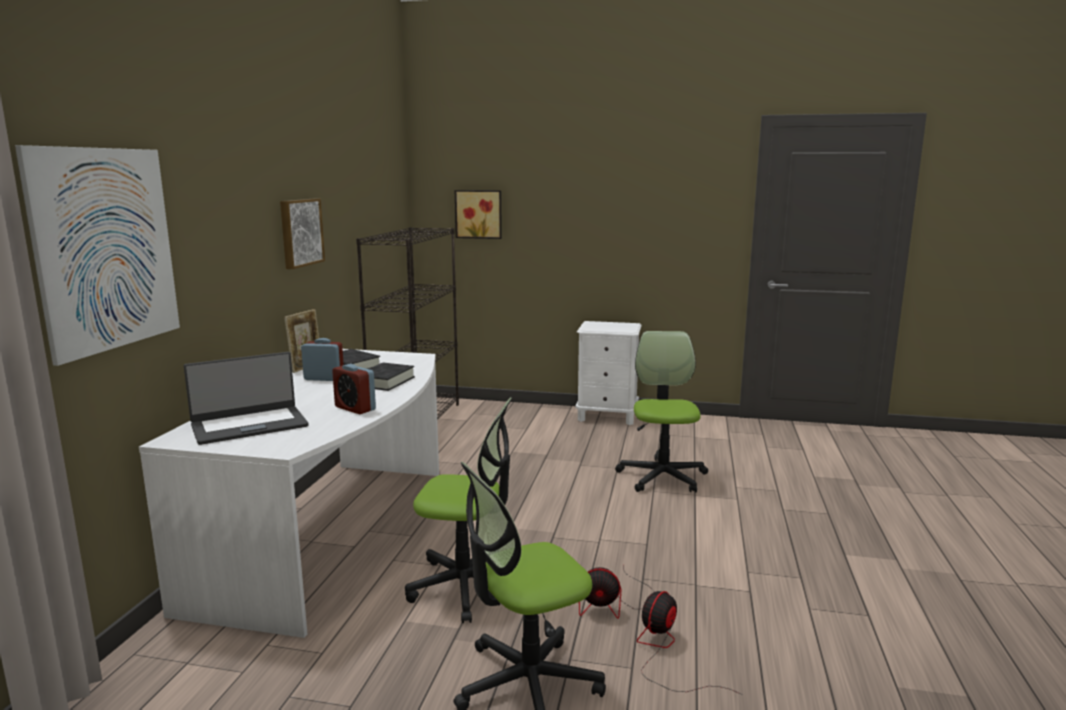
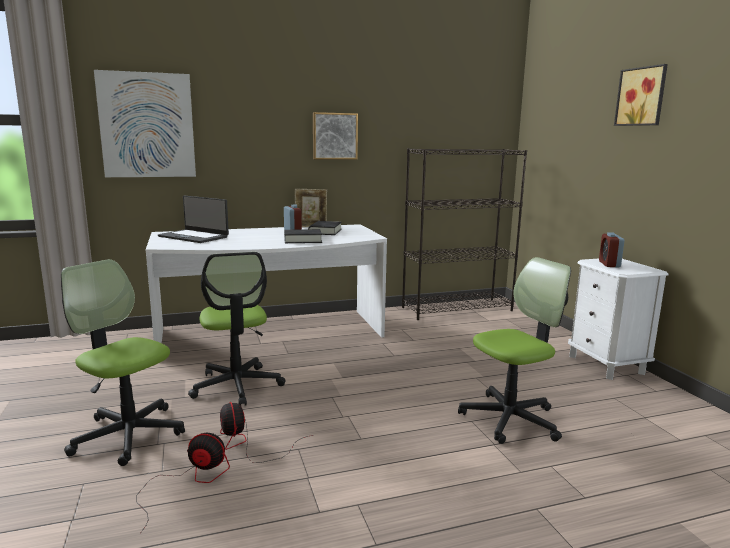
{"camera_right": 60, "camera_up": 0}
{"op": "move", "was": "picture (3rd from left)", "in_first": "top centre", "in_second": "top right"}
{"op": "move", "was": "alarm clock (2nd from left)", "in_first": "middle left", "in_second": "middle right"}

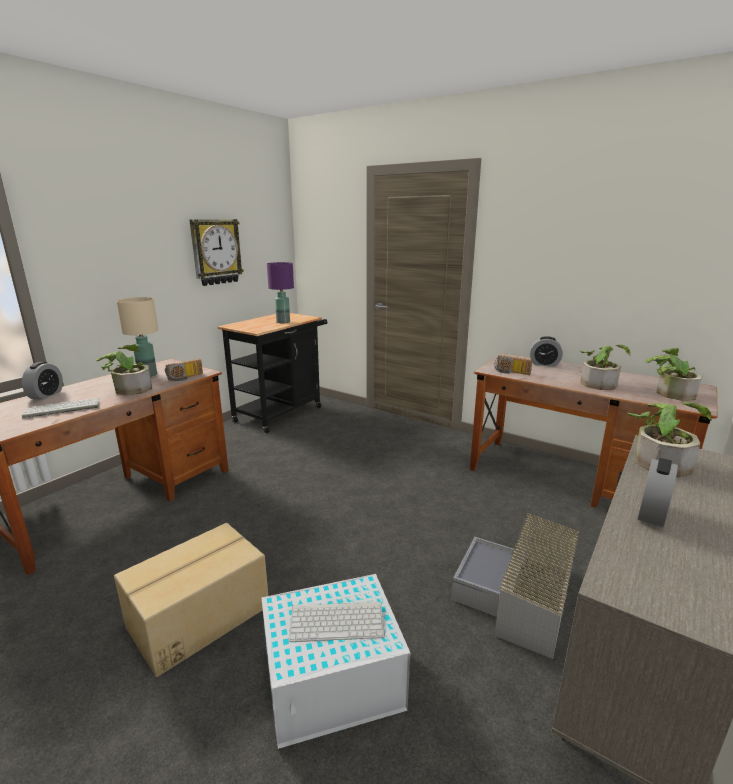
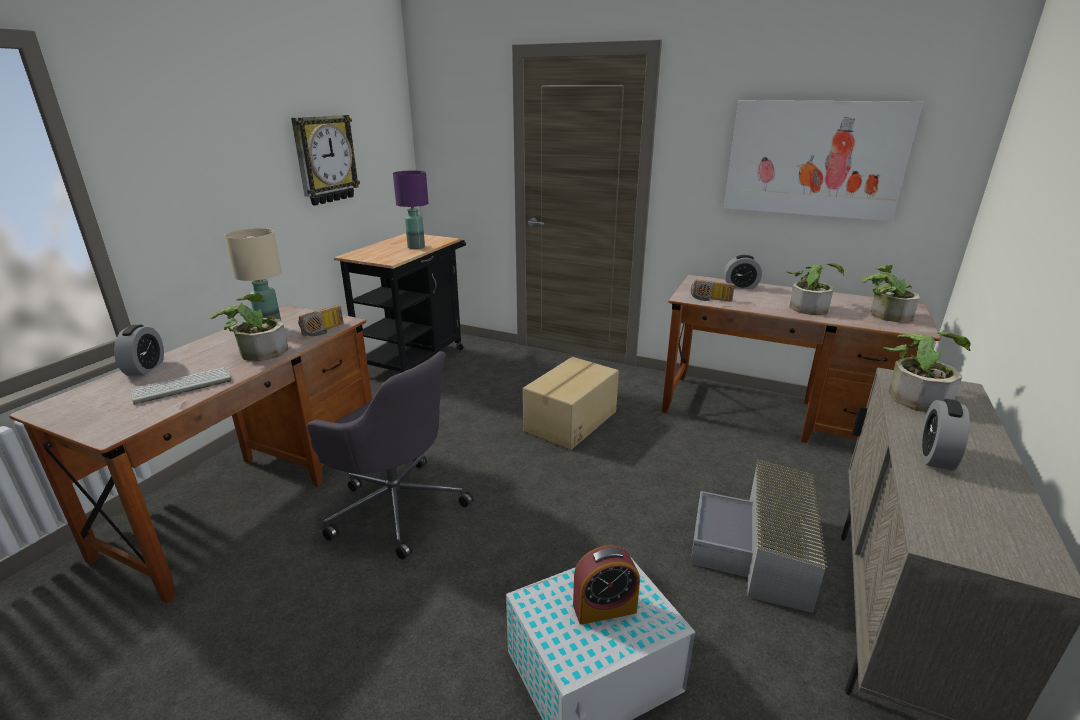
{"camera_right": -10, "camera_up": 5}
{"op": "move", "was": "cardboard box", "in_first": "bottom left", "in_second": "centre"}
{"op": "replace", "was": "keyboard (2nd from left)", "now": "alarm clock (2nd from left)", "in_first": "bottom centre", "in_second": "bottom centre"}
{"op": "insert", "now": "picture", "in_second": "top right"}
{"op": "insert", "now": "office chair (grey)", "in_second": "centre"}

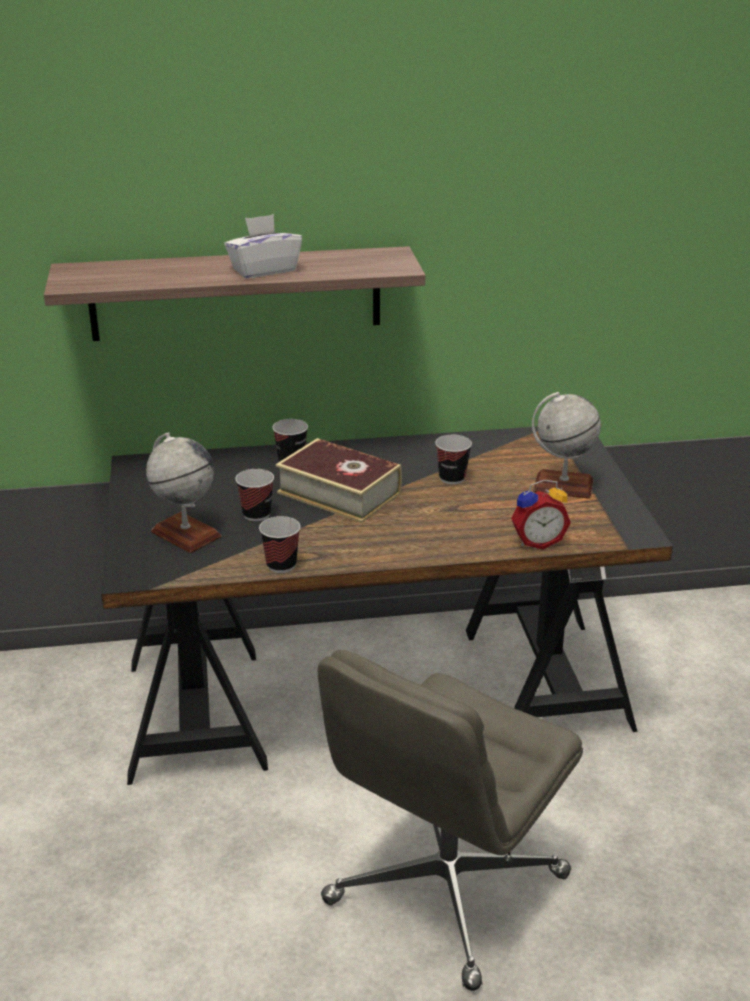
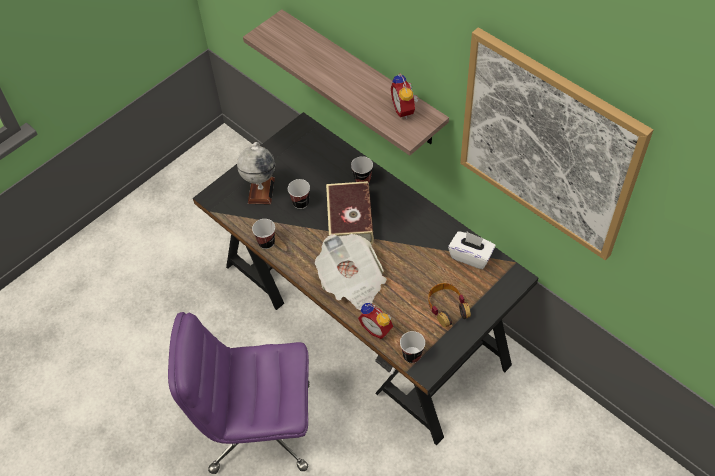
{"camera_right": 55, "camera_up": 25}
{"op": "move", "was": "tissue box (white)", "in_first": "top centre", "in_second": "centre"}
{"op": "replace", "was": "globe (2nd from left)", "now": "headphones", "in_first": "middle right", "in_second": "centre"}
{"op": "move", "was": "cup (4th from left)", "in_first": "centre", "in_second": "bottom centre"}
{"op": "recolor", "was": "office chair (grey)", "now": "office chair (purple)", "in_first": "bottom centre", "in_second": "bottom centre"}
{"op": "insert", "now": "picture", "in_second": "top right"}
{"op": "insert", "now": "alarm clock (2nd from left)", "in_second": "top centre"}
{"op": "insert", "now": "newspaper", "in_second": "centre"}

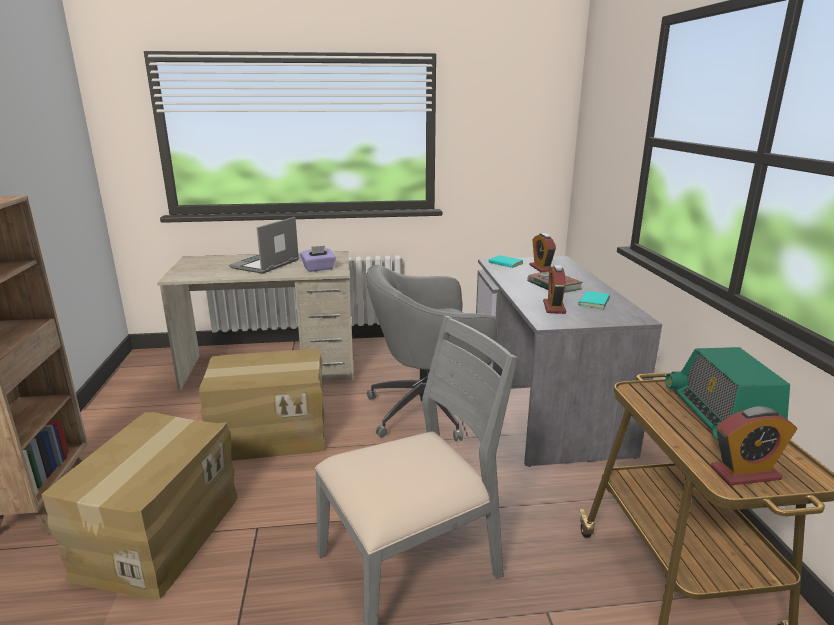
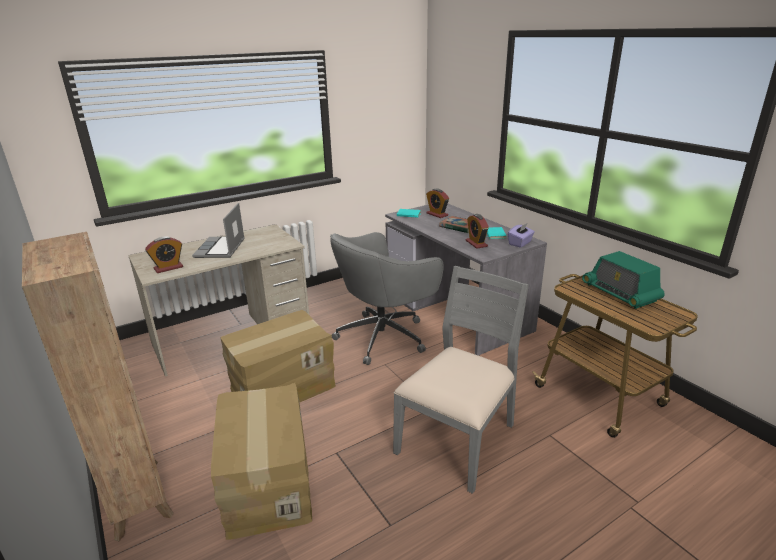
{"camera_right": -25, "camera_up": 5}
{"op": "move", "was": "tissue box (purple)", "in_first": "centre", "in_second": "middle right"}
{"op": "move", "was": "alarm clock (3rd from left in the first image)", "now": "alarm clock (1st from left)", "in_first": "bottom right", "in_second": "middle left"}

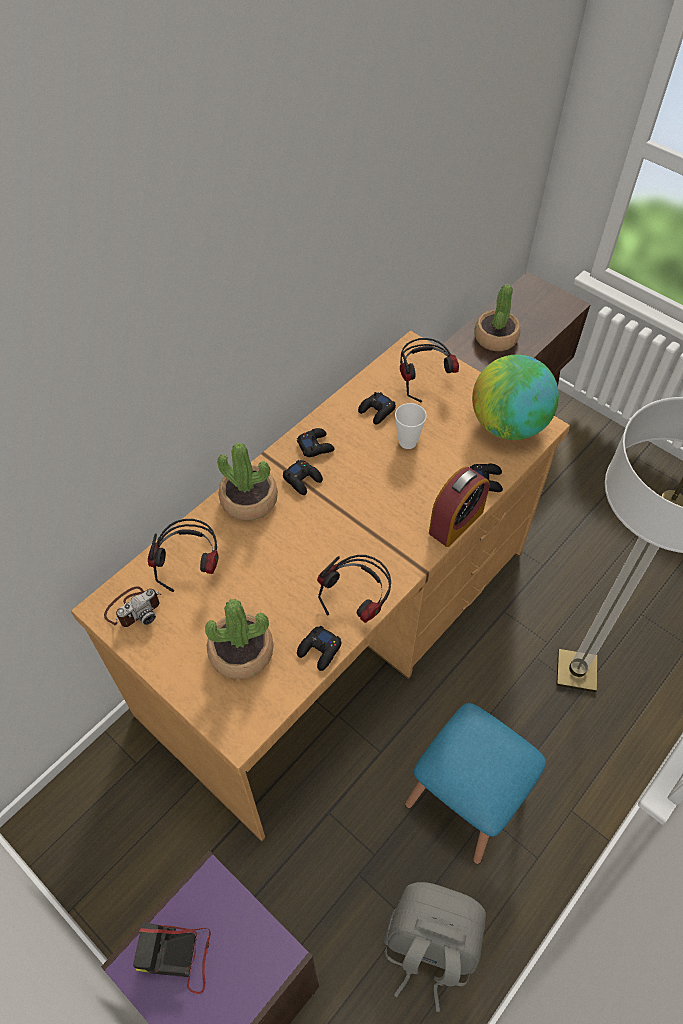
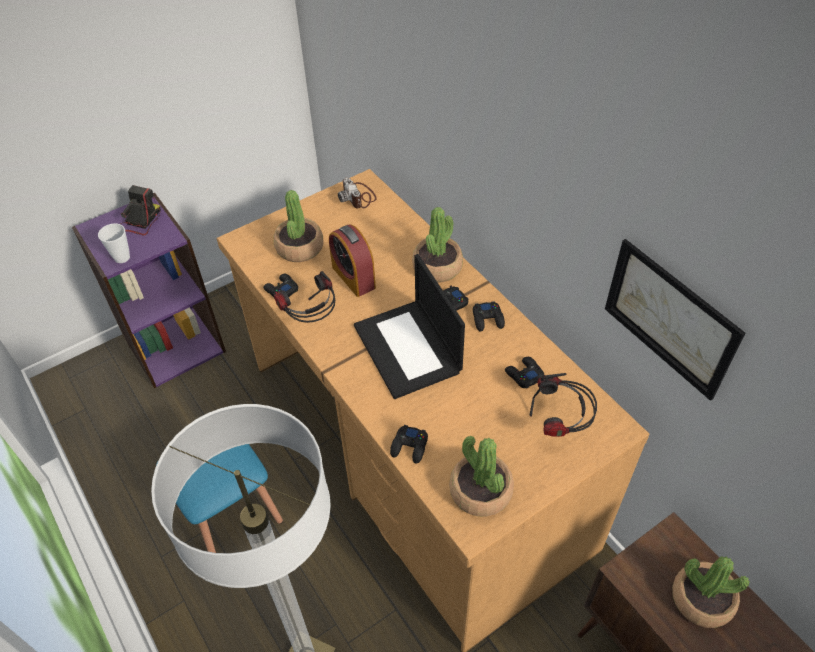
{"camera_right": 105, "camera_up": -5}
{"op": "replace", "was": "globe", "now": "potted plant (3rd from left)", "in_first": "middle right", "in_second": "bottom centre"}
{"op": "move", "was": "cup", "in_first": "centre", "in_second": "middle left"}
{"op": "move", "was": "alarm clock", "in_first": "middle right", "in_second": "centre"}
{"op": "delete", "was": "headphones (1st from left)", "in_first": "middle left"}
{"op": "delete", "was": "backpack (grey)", "in_first": "bottom centre"}
{"op": "insert", "now": "picture", "in_second": "middle right"}
{"op": "insert", "now": "laptop", "in_second": "centre"}

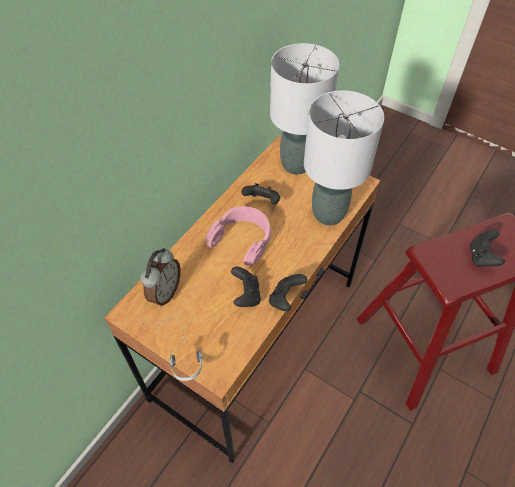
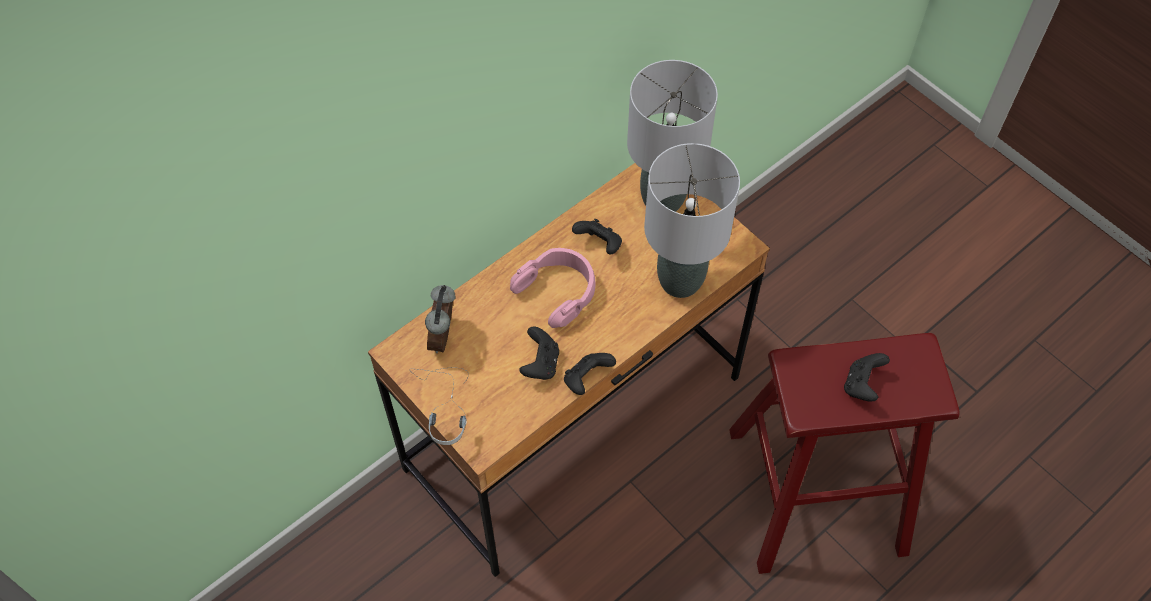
{"camera_right": 15, "camera_up": 5}
{"op": "rotate", "was": "alarm clock", "in_first": "middle left", "in_second": "centre", "clockwise": 150}

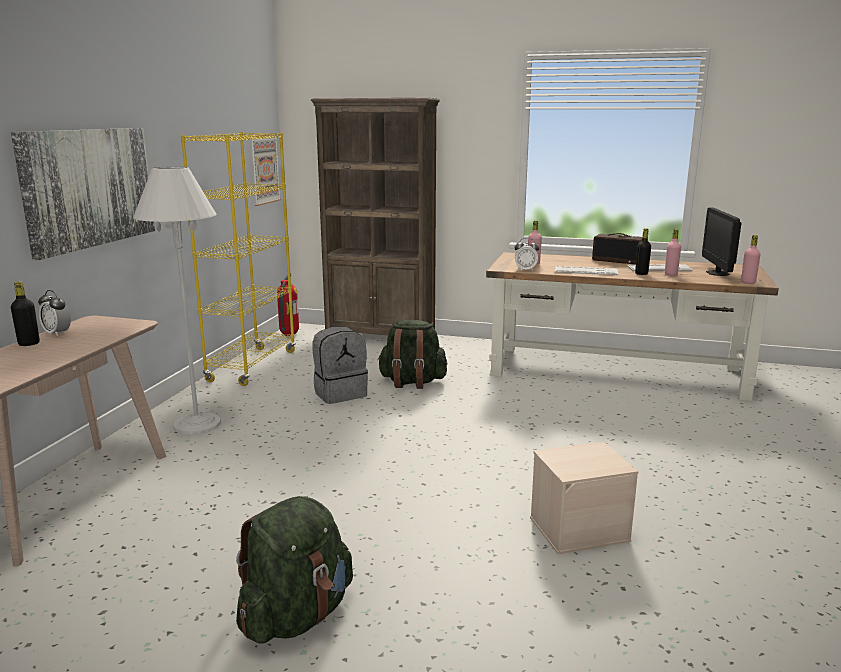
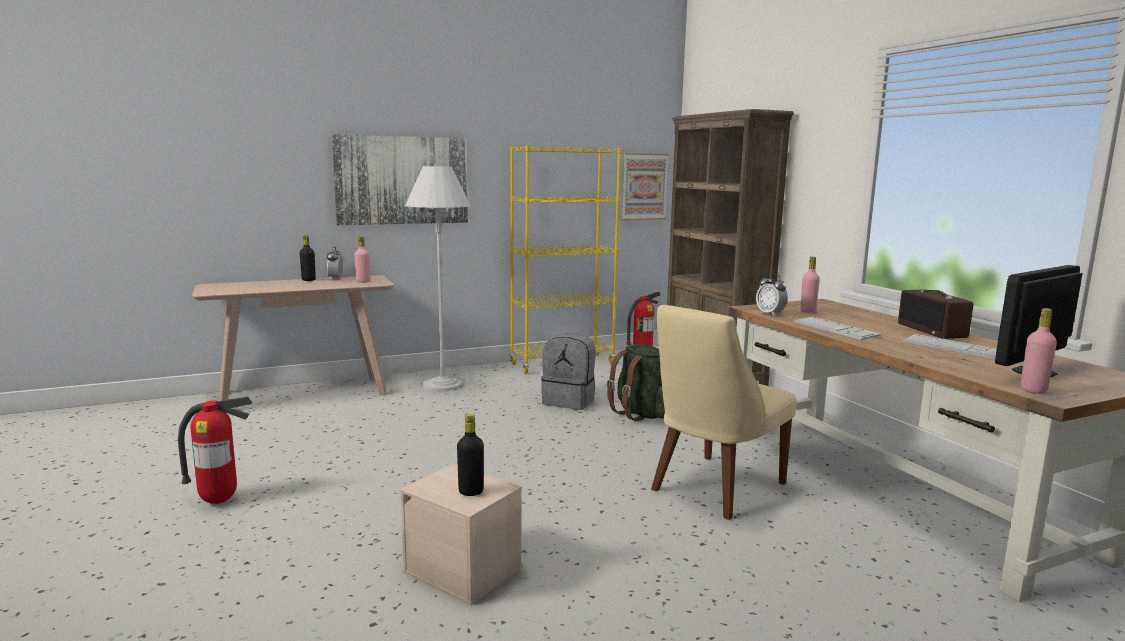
{"camera_right": 50, "camera_up": -5}
{"op": "move", "was": "bottle (black) (2nd from left)", "in_first": "middle right", "in_second": "bottom centre"}
{"op": "move", "was": "bottle (pink) (2nd from left in the first image)", "now": "bottle (pink) (1st from left)", "in_first": "middle right", "in_second": "middle left"}
{"op": "replace", "was": "backpack (green) (1st from left)", "now": "fire extinguisher (1st from left)", "in_first": "bottom centre", "in_second": "bottom left"}
{"op": "insert", "now": "chair (beige)", "in_second": "centre"}

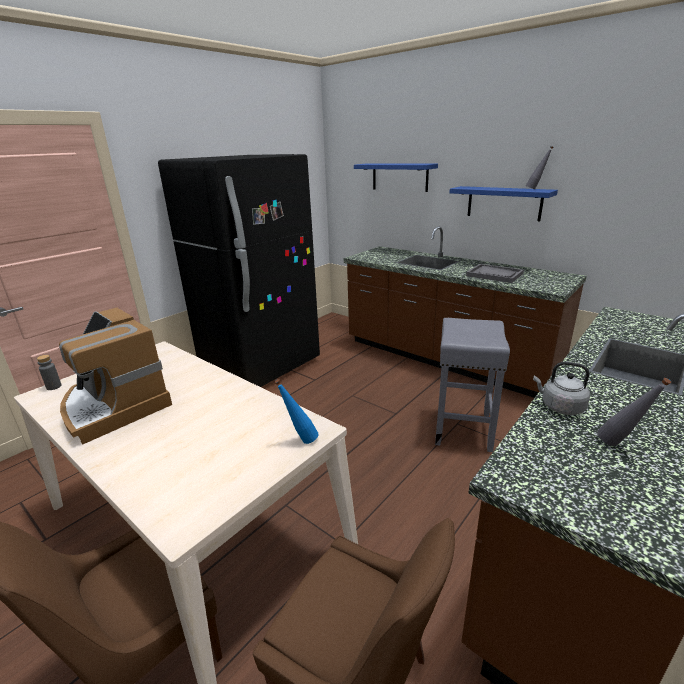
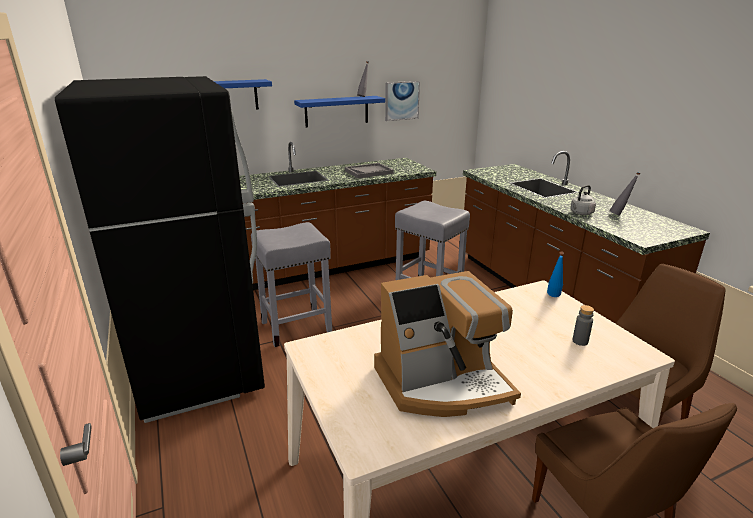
{"camera_right": -65, "camera_up": 0}
{"op": "move", "was": "bottle (grey) (1st from left in the first image)", "now": "bottle (grey) (2nd from left)", "in_first": "middle left", "in_second": "middle right"}
{"op": "insert", "now": "picture", "in_second": "top centre"}
{"op": "insert", "now": "stool (grey) (1st from left)", "in_second": "centre"}

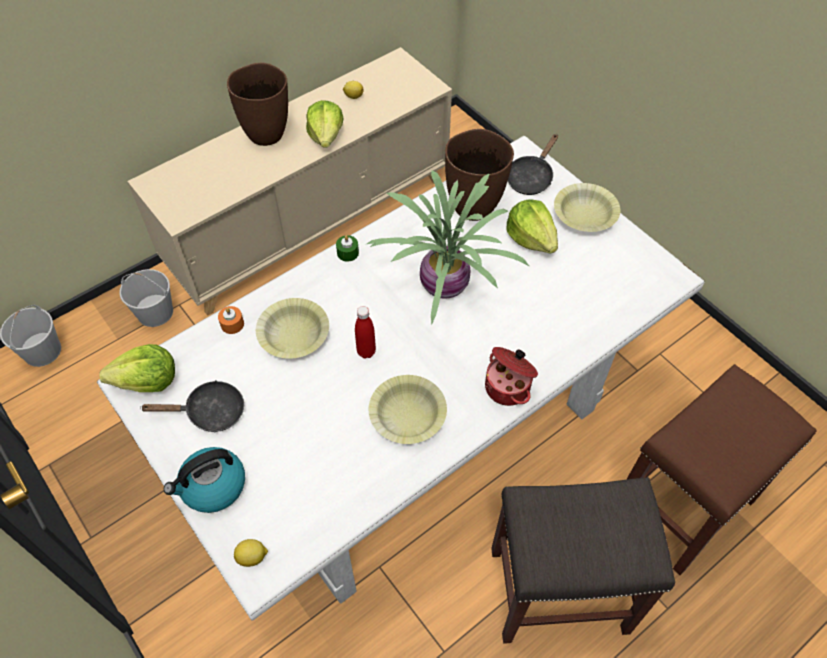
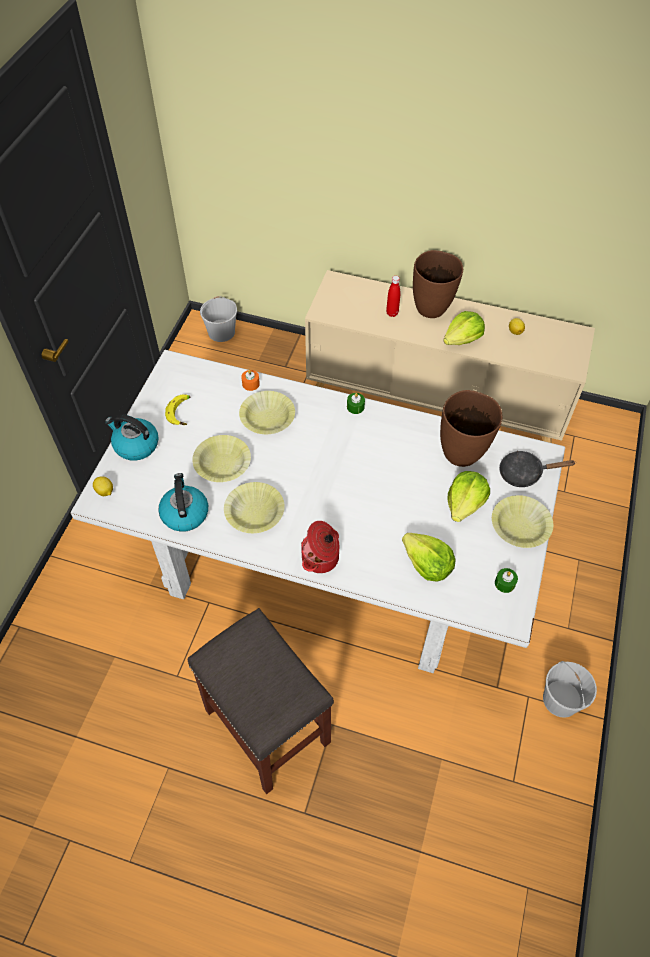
{"camera_right": 55, "camera_up": 0}
{"op": "delete", "was": "potted plant", "in_first": "centre"}
{"op": "move", "was": "bucket (white) (2nd from left)", "in_first": "middle left", "in_second": "bottom right"}
{"op": "move", "was": "bottle (red)", "in_first": "centre", "in_second": "top centre"}
{"op": "move", "was": "lettuce (1st from left)", "in_first": "middle left", "in_second": "centre"}
{"op": "delete", "was": "stool (brown)", "in_first": "bottom right"}
{"op": "replace", "was": "frying pan (black) (1st from left)", "now": "banana", "in_first": "middle left", "in_second": "middle left"}
{"op": "insert", "now": "bowl (yellow) (1st from left)", "in_second": "centre"}
{"op": "insert", "now": "kettle (2nd from left)", "in_second": "middle left"}
{"op": "insert", "now": "candle (green) (2nd from left)", "in_second": "middle right"}

